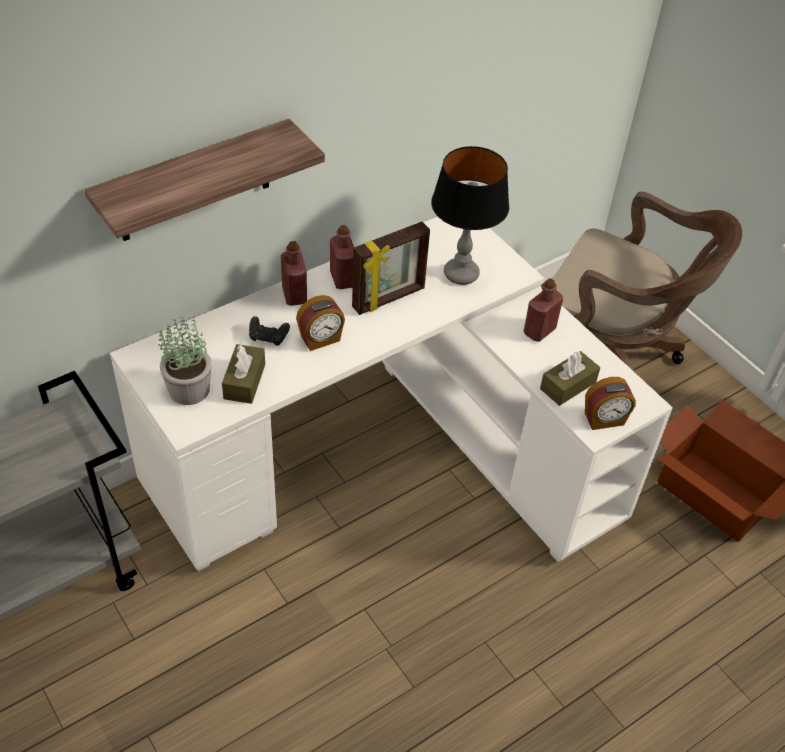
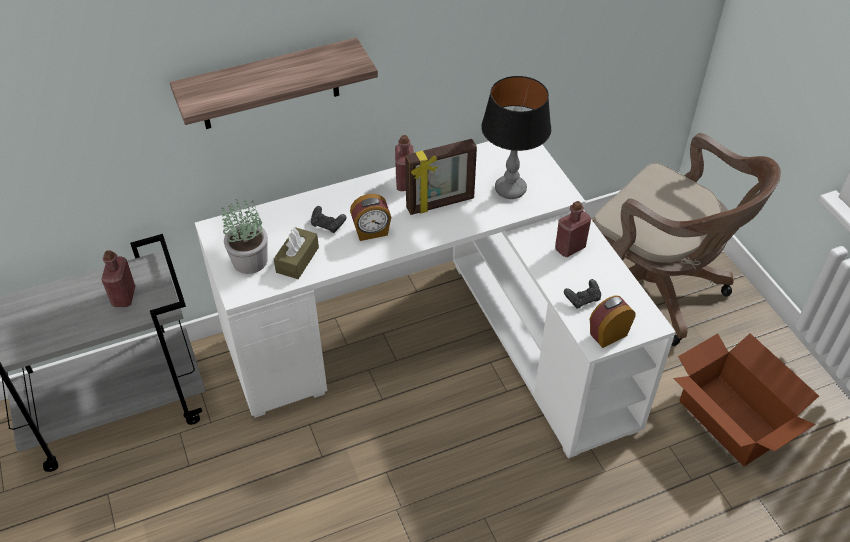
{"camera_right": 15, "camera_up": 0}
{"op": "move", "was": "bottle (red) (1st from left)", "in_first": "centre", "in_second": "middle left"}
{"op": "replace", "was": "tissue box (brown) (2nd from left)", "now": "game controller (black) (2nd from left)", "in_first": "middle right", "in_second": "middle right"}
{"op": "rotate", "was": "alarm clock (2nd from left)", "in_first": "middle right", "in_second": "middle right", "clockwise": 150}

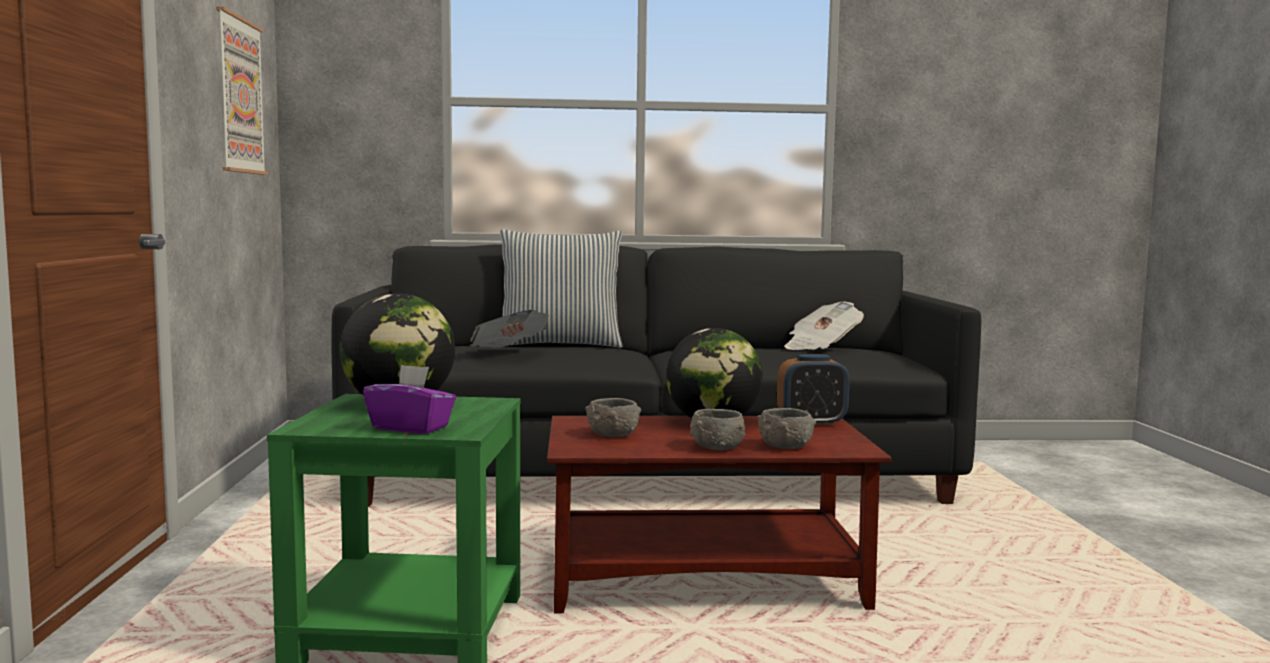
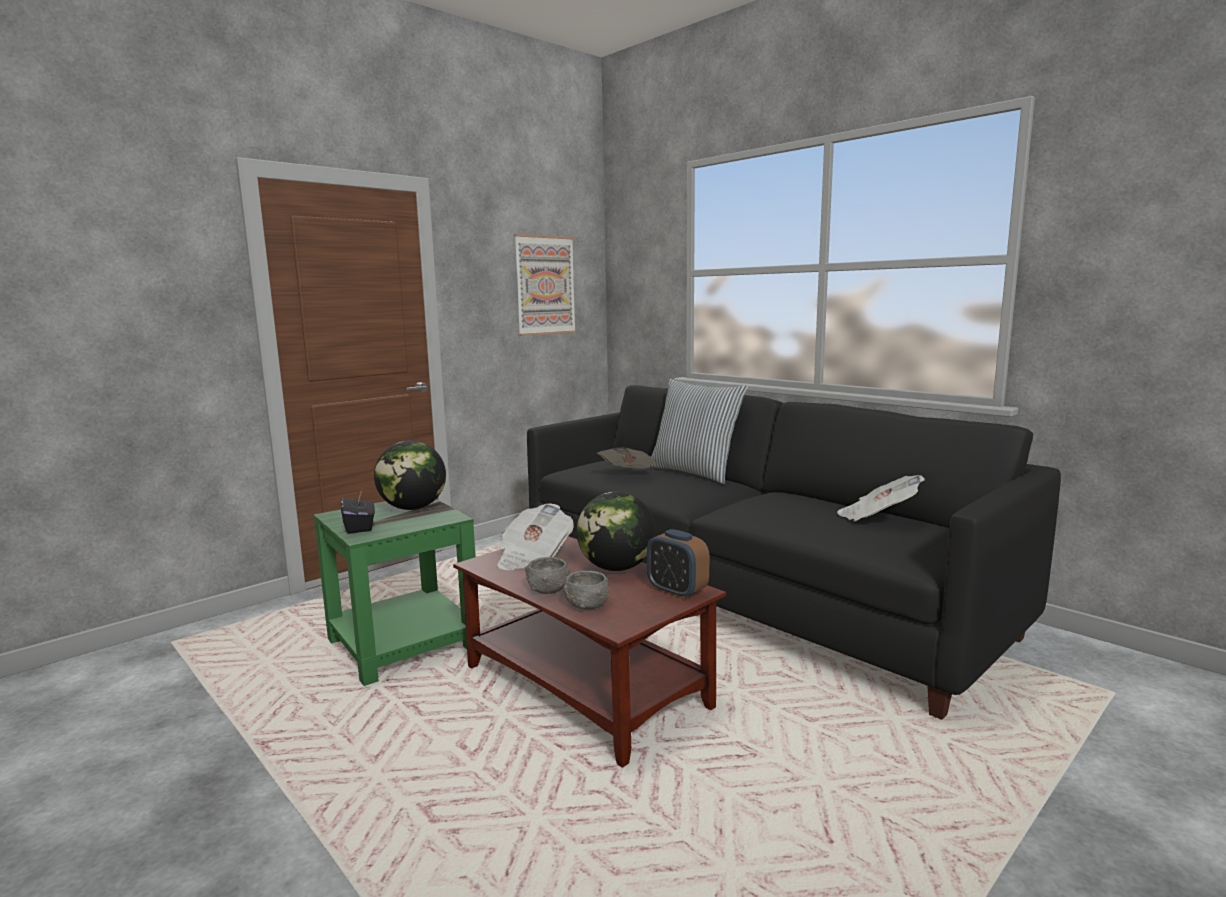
{"camera_right": 50, "camera_up": 5}
{"op": "recolor", "was": "tissue box (purple)", "now": "tissue box (black)", "in_first": "middle left", "in_second": "middle left"}
{"op": "replace", "was": "bowl (grey) (1st from left)", "now": "newspaper (1st from left)", "in_first": "centre", "in_second": "centre"}

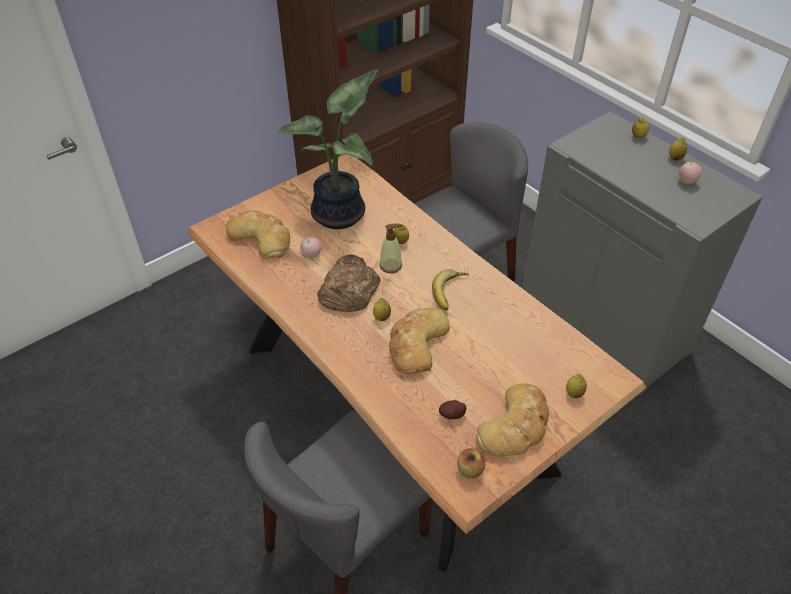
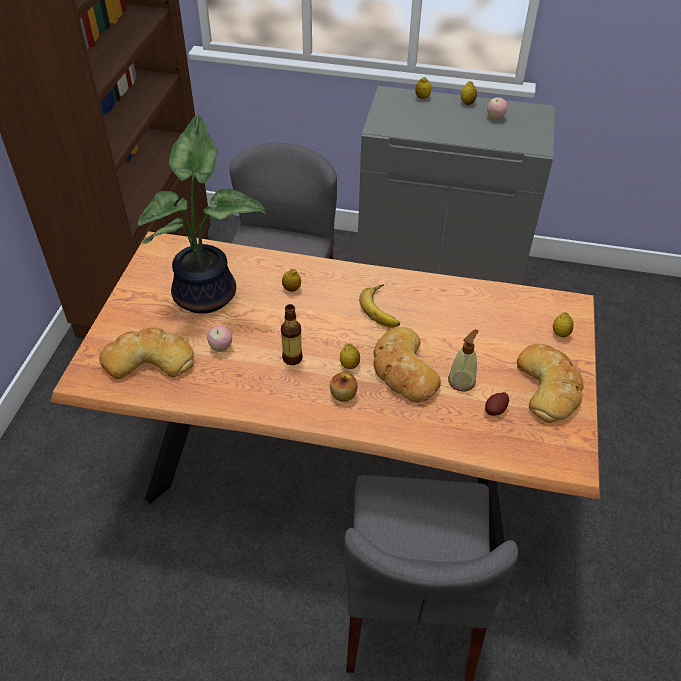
{"camera_right": -40, "camera_up": 0}
{"op": "move", "was": "soap dispenser", "in_first": "centre", "in_second": "middle right"}
{"op": "replace", "was": "bread (2nd from left)", "now": "bottle", "in_first": "centre", "in_second": "centre"}
{"op": "move", "was": "apple (2nd from left)", "in_first": "bottom centre", "in_second": "centre"}

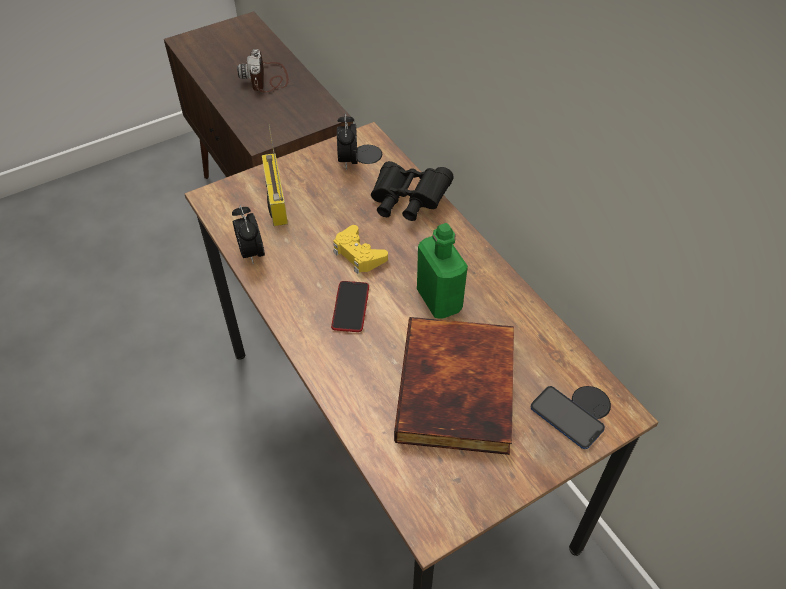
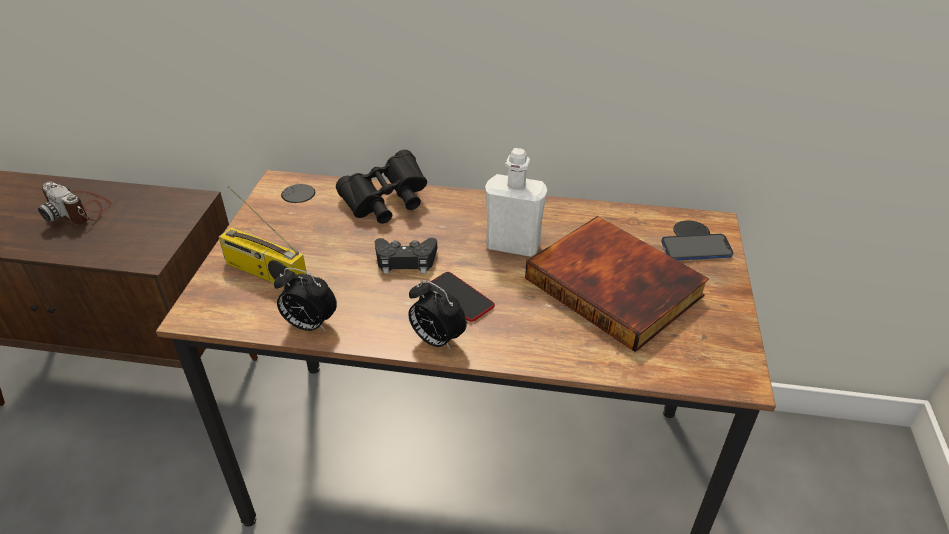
{"camera_right": -50, "camera_up": -10}
{"op": "move", "was": "alarm clock (2nd from left)", "in_first": "top centre", "in_second": "centre"}
{"op": "recolor", "was": "bottle (green)", "now": "bottle (white)", "in_first": "centre", "in_second": "centre"}
{"op": "recolor", "was": "game controller (yellow)", "now": "game controller (black)", "in_first": "centre", "in_second": "centre"}

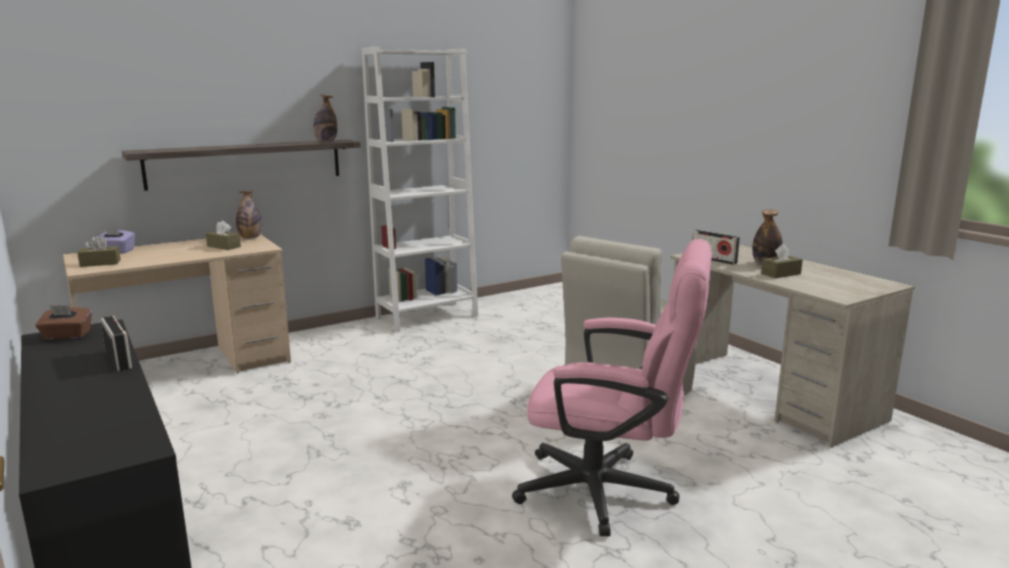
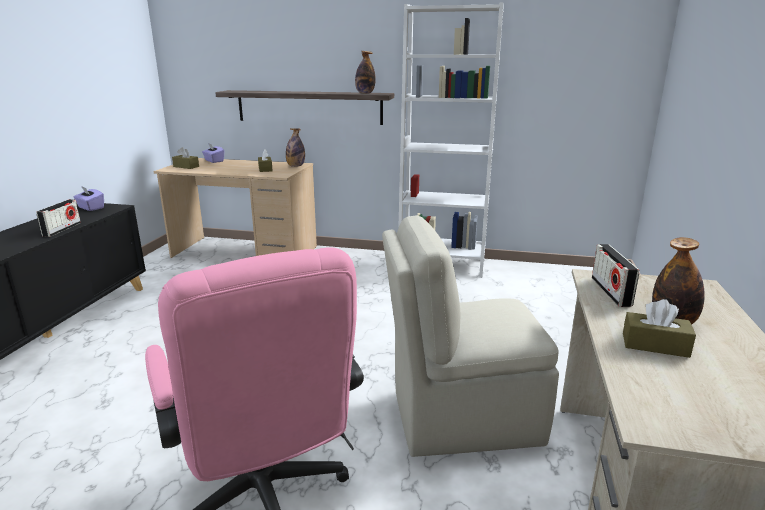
{"camera_right": 45, "camera_up": 5}
{"op": "recolor", "was": "tissue box (brown) (1st from left)", "now": "tissue box (purple) (1st from left)", "in_first": "middle left", "in_second": "middle left"}

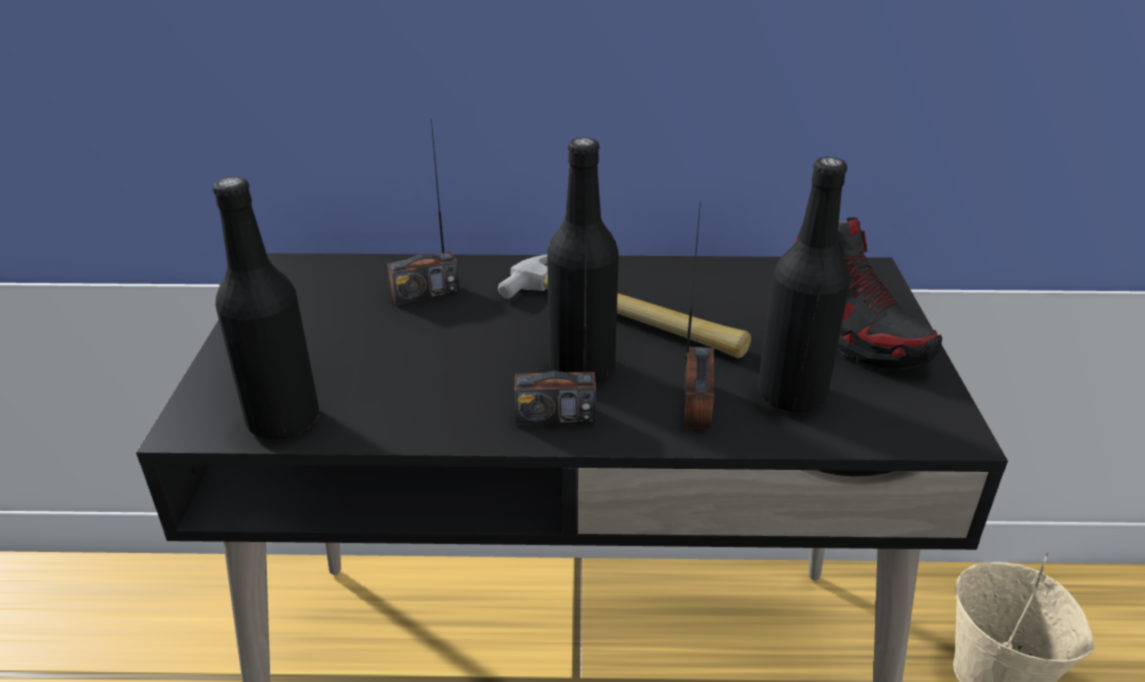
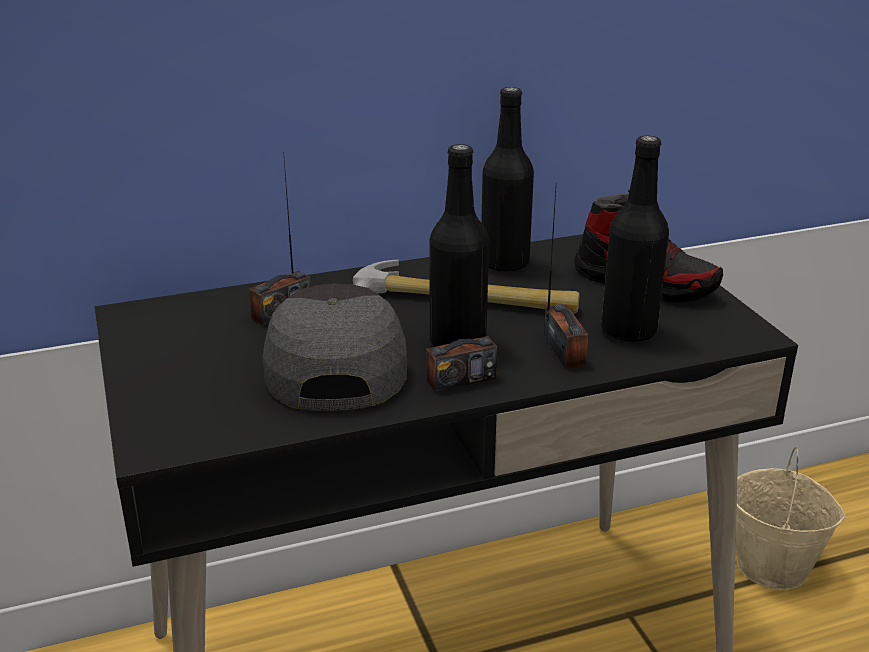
{"camera_right": -20, "camera_up": -5}
{"op": "move", "was": "bottle (black) (1st from left in the first image)", "now": "bottle (black) (2nd from left)", "in_first": "middle left", "in_second": "top centre"}
{"op": "insert", "now": "cap (grey)", "in_second": "centre"}

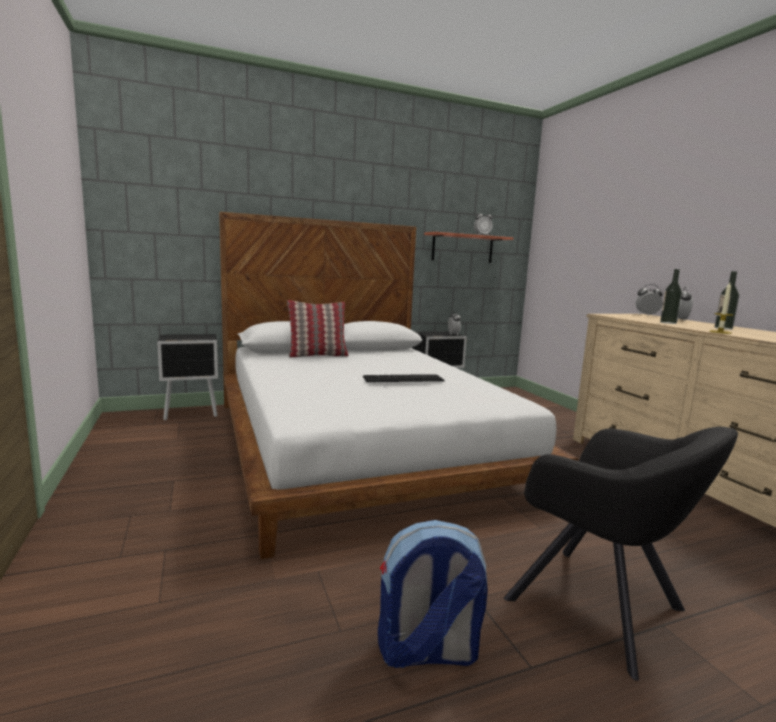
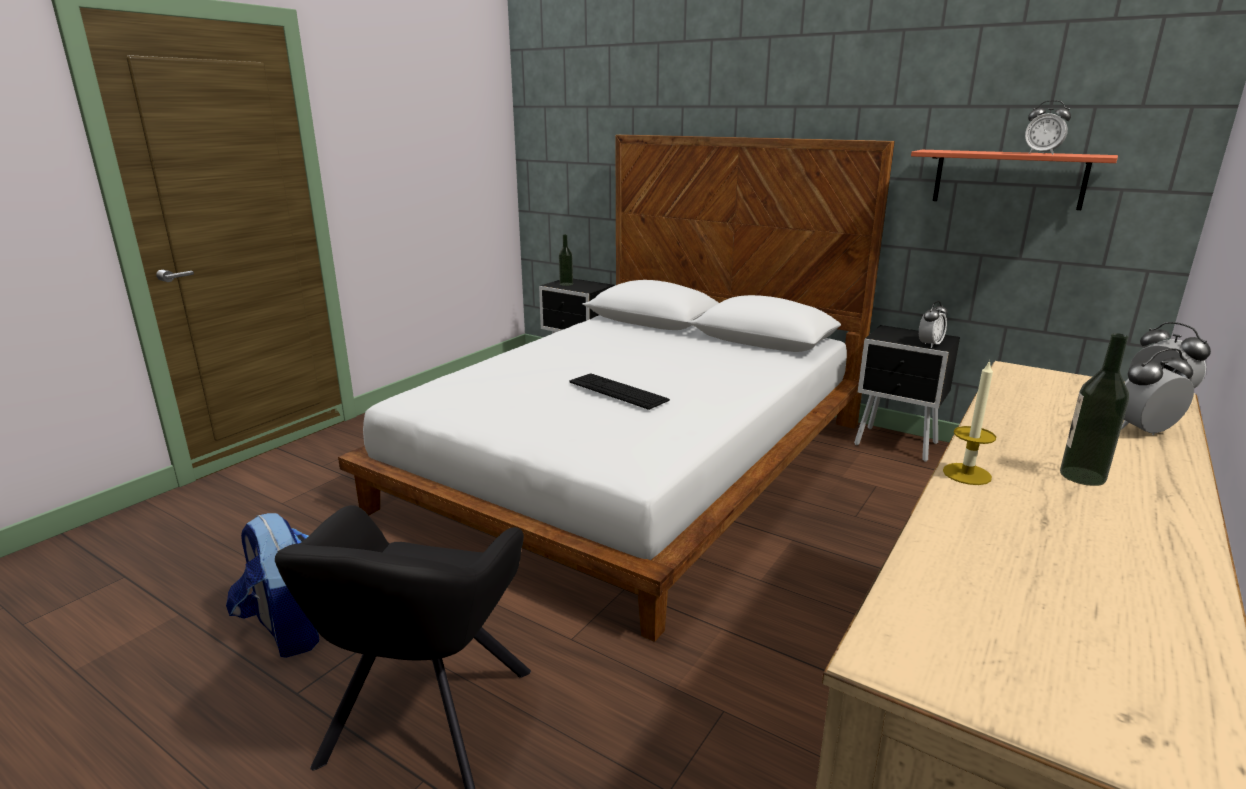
{"camera_right": 55, "camera_up": 10}
{"op": "move", "was": "bottle (1st from left)", "in_first": "middle right", "in_second": "top centre"}
{"op": "delete", "was": "pillow", "in_first": "centre"}

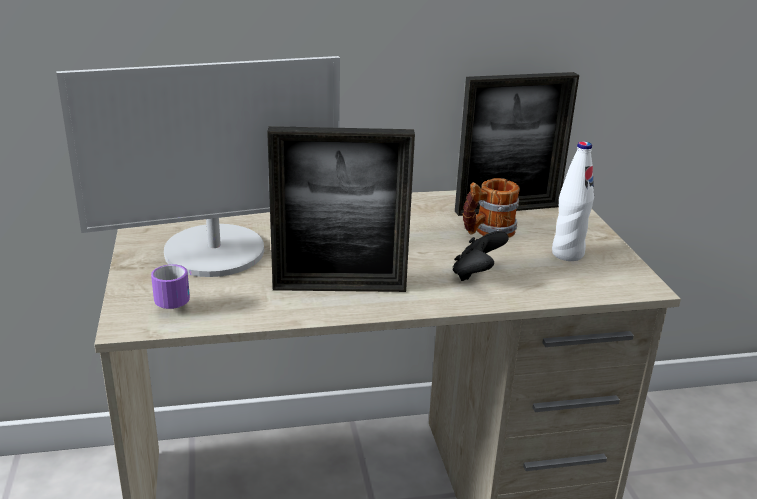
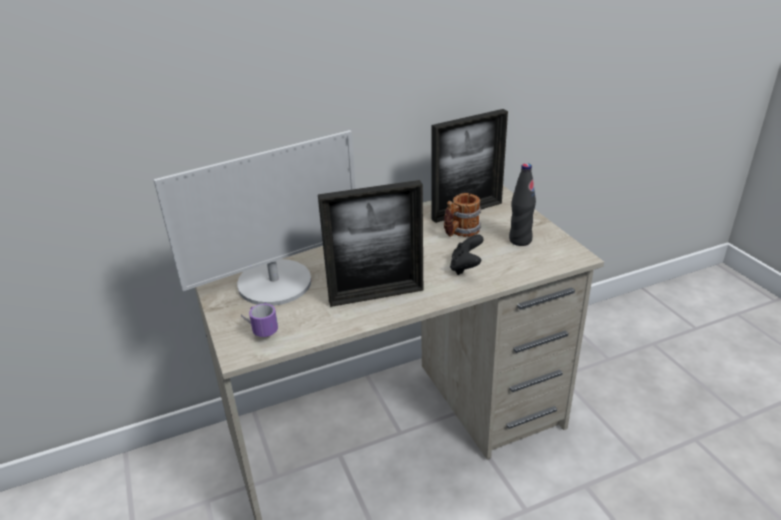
{"camera_right": -10, "camera_up": 5}
{"op": "recolor", "was": "bottle (white)", "now": "bottle (black)", "in_first": "middle right", "in_second": "middle right"}

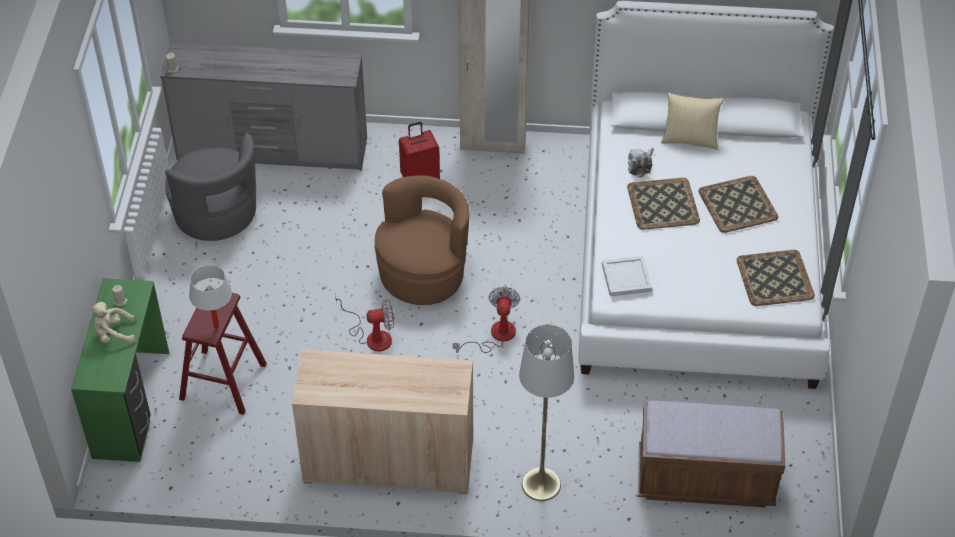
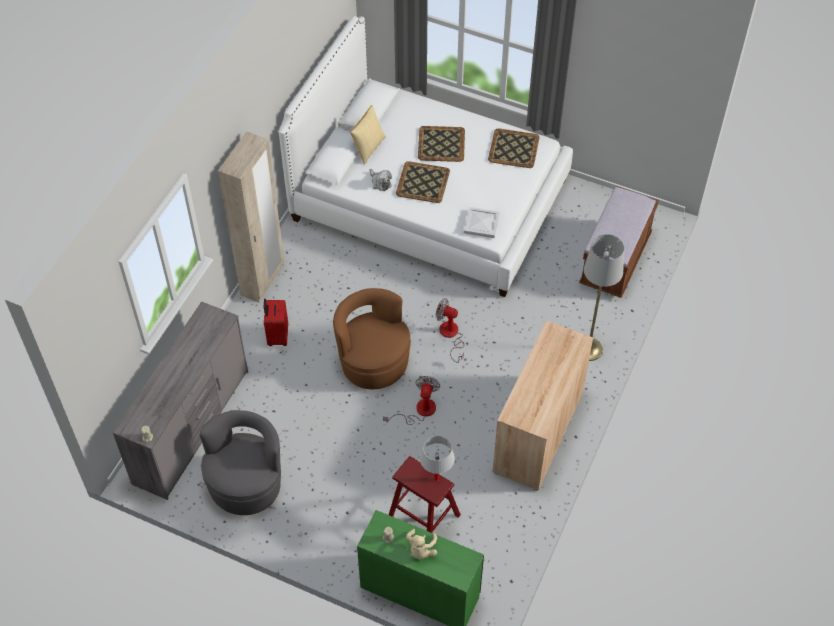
{"camera_right": -70, "camera_up": 5}
{"op": "rotate", "was": "armchair (grey)", "in_first": "middle left", "in_second": "bottom left", "clockwise": -60}

